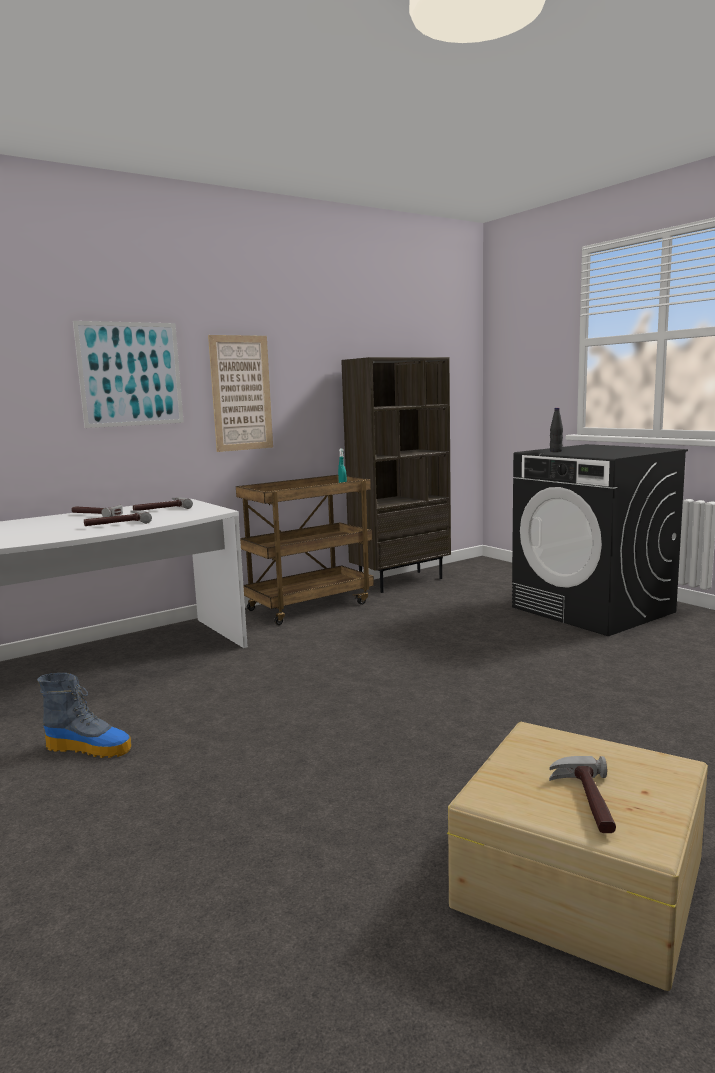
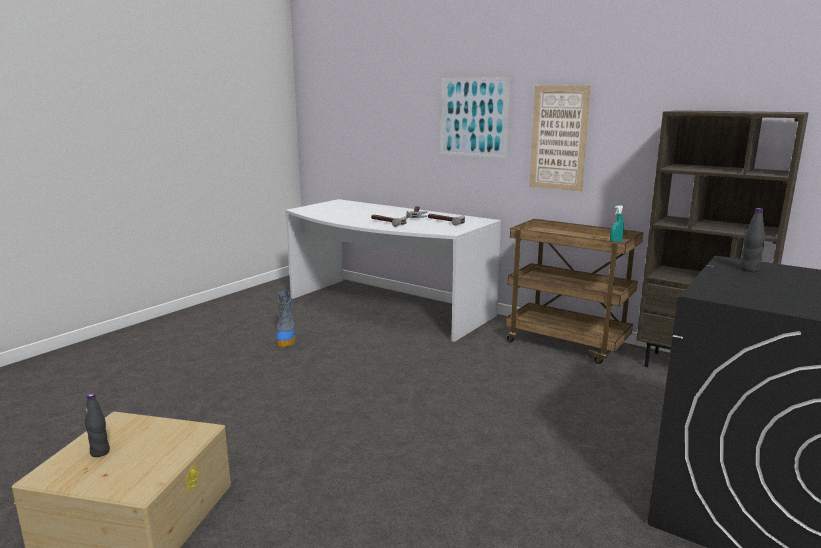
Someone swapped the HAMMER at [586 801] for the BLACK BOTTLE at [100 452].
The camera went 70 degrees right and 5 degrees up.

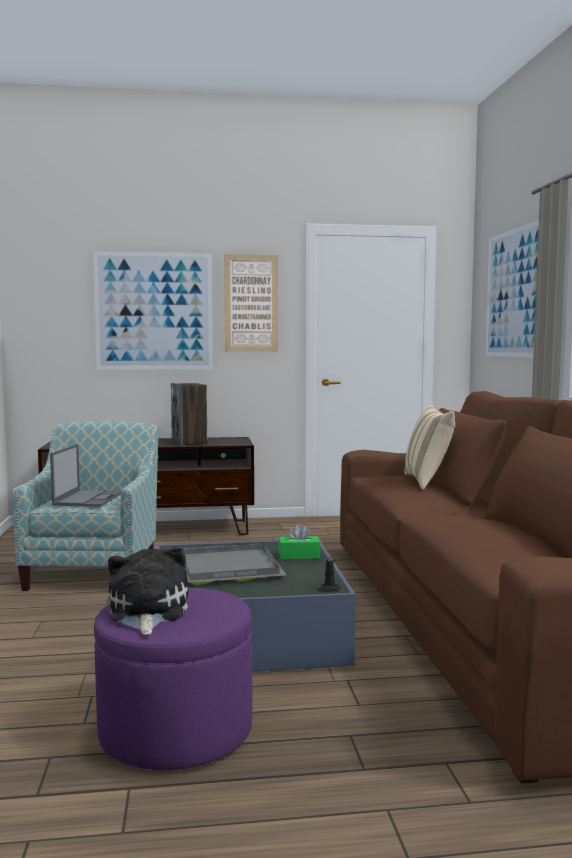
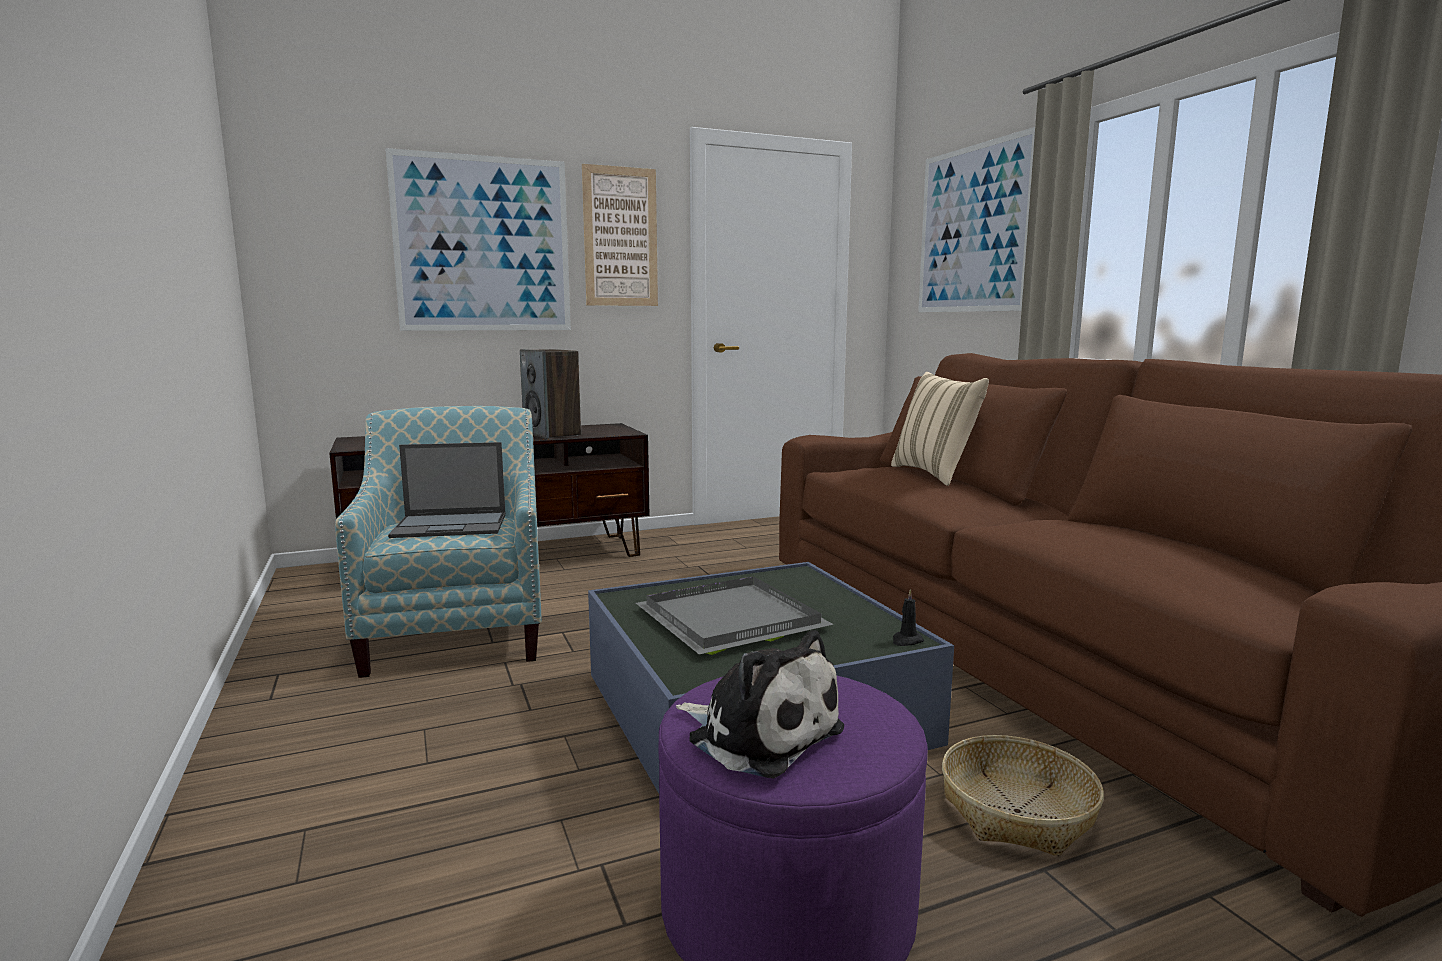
Someone rotated the LAPTOP at [88 498] by 90 degrees clockwise.
Someone rotated the PLUSH TOY at [147 612] by 150 degrees clockwise.
Someone took away the GREEN TISSUE BOX at [299 556].
Someone put down the BASKET at [1017 812].
The camera went 15 degrees left and 5 degrees up.

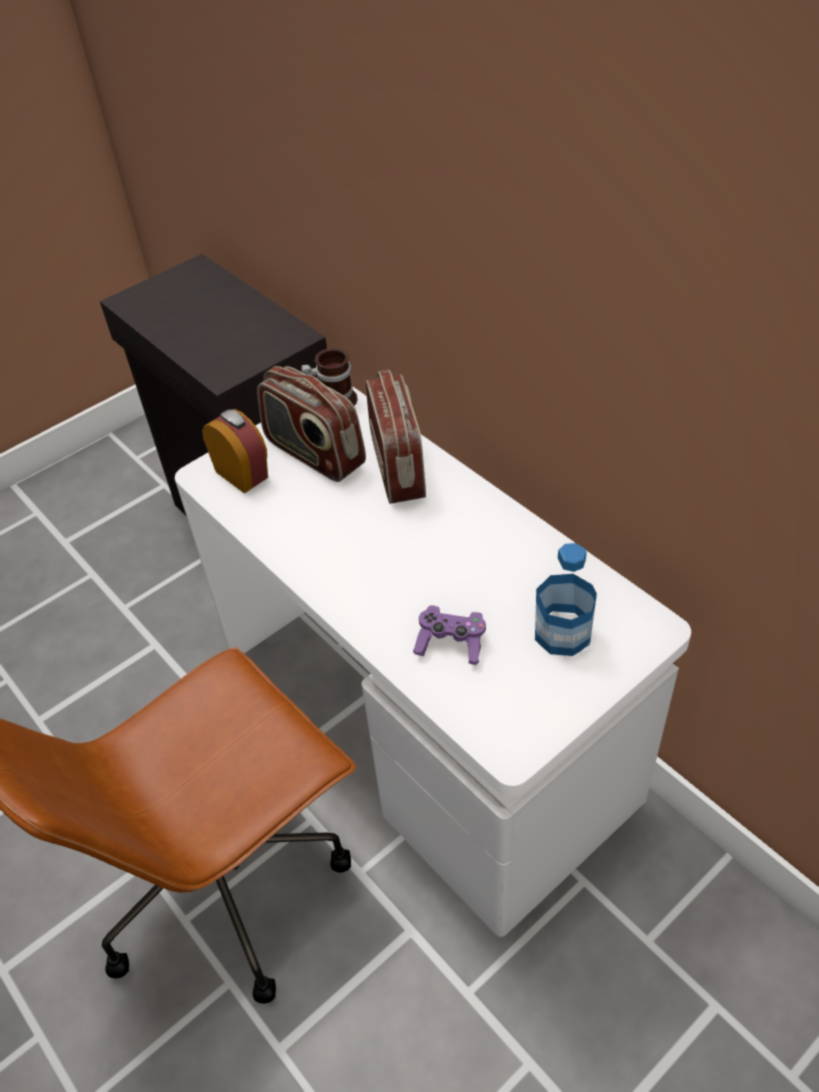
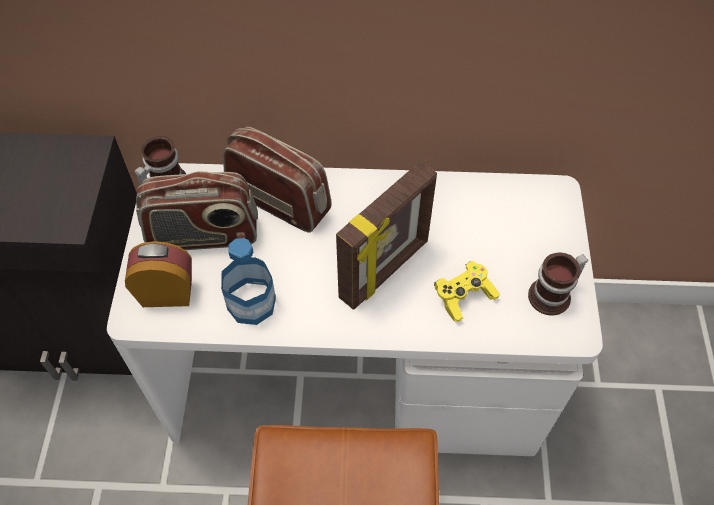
Someone repainted the PURPLE GAME CONTROLLER at [451 643], which became the YELLOW GAME CONTROLLER at [464 296].
Someone carried the BOTTLE from [562 633] to [251 303].
Someone put down the PICTURE FRAME at [385 270].
Someone put down the MUG at [554 296].
The camera went 50 degrees left and 10 degrees up.

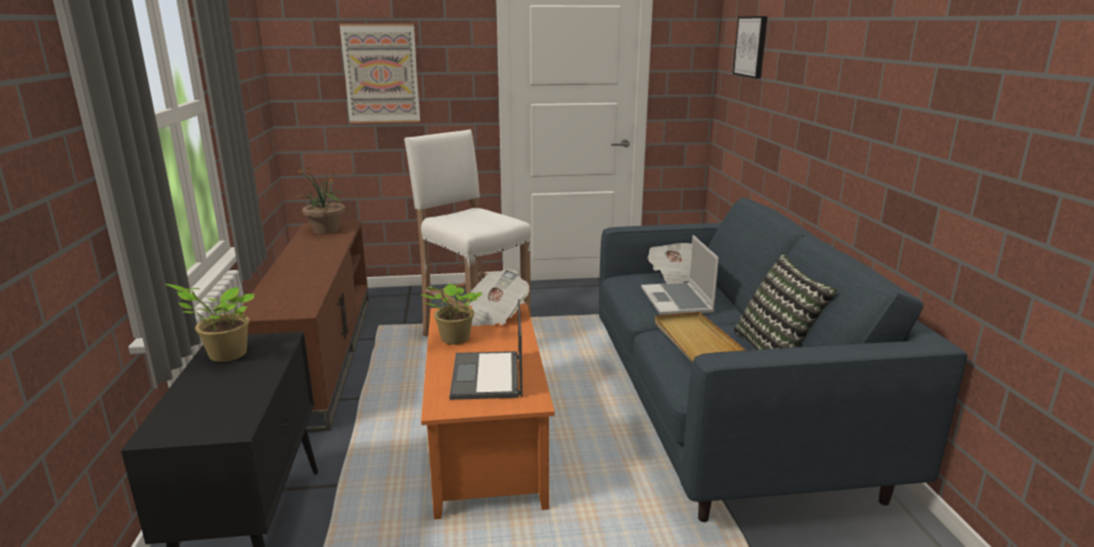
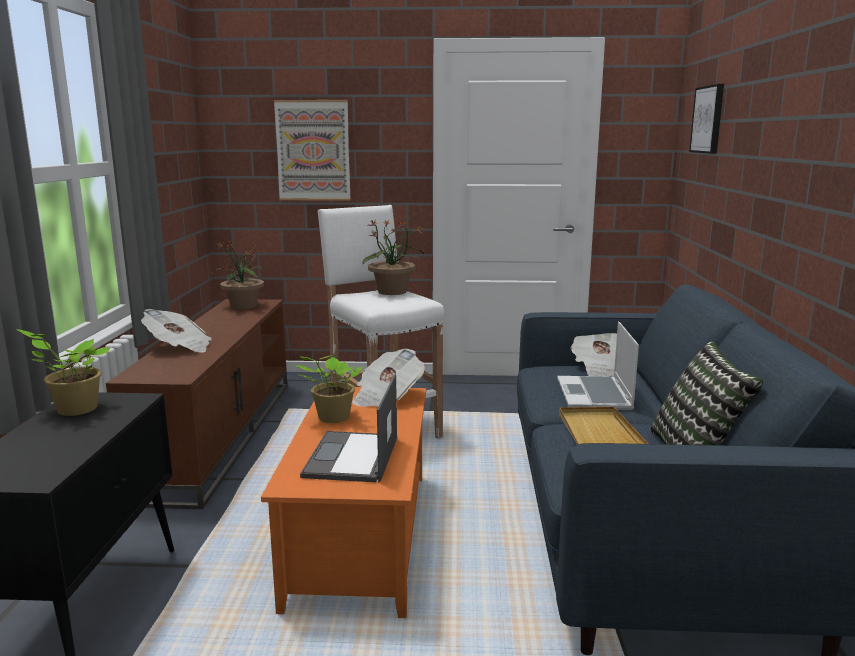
Someone put down the NEWSPAPER at [179 347].
Someone put down the POTTED PLANT at [393 292].
The camera went 10 degrees right and 5 degrees down.

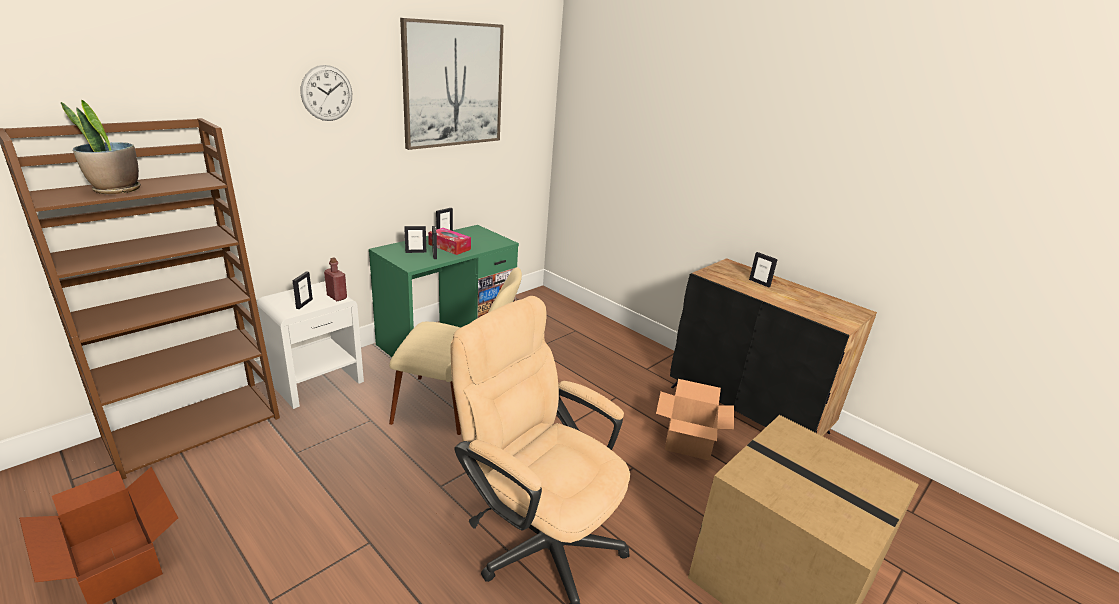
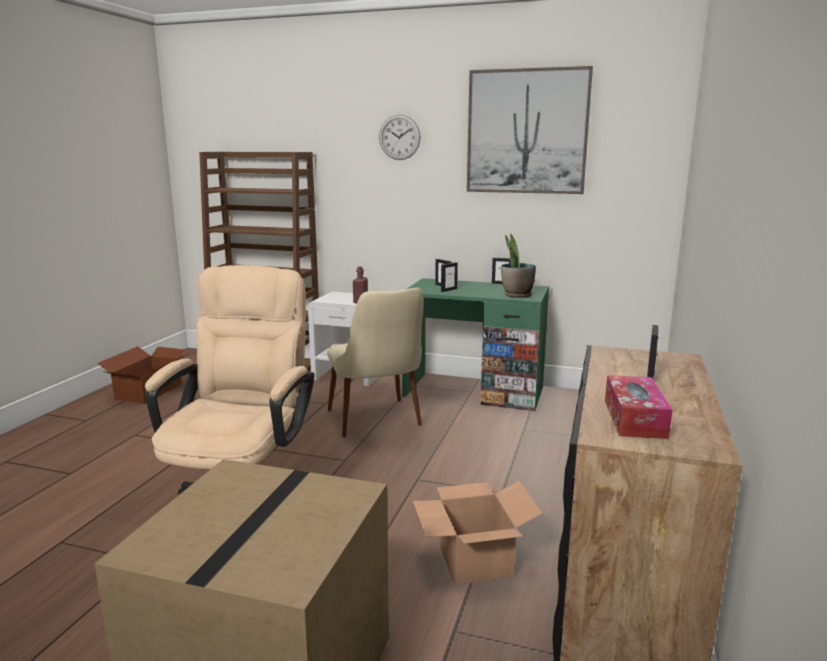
Someone carried the POTTED PLANT from [115 190] to [517 295].
Someone took away the PICTURE FRAME at [304 304].
Someone carried the TISSUE BOX from [449 247] to [634 418].
The camera went 65 degrees right and 10 degrees down.

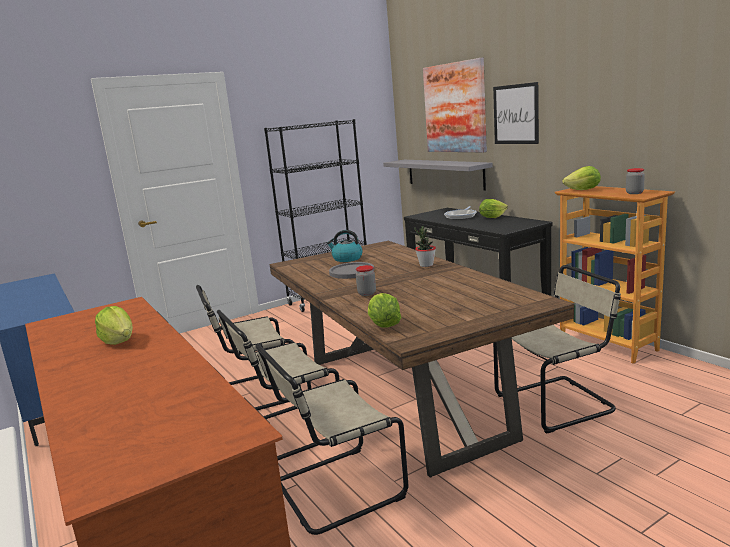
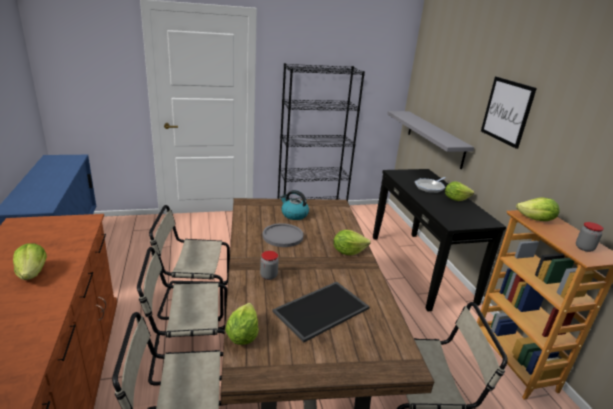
Someone swapped the POTTED PLANT at [426 265] for the LETTUCE at [348 252].
Someone took away the PICTURE at [455 108].
Someone put down the TRAY at [321 309].
The camera went 15 degrees right and 10 degrees up.

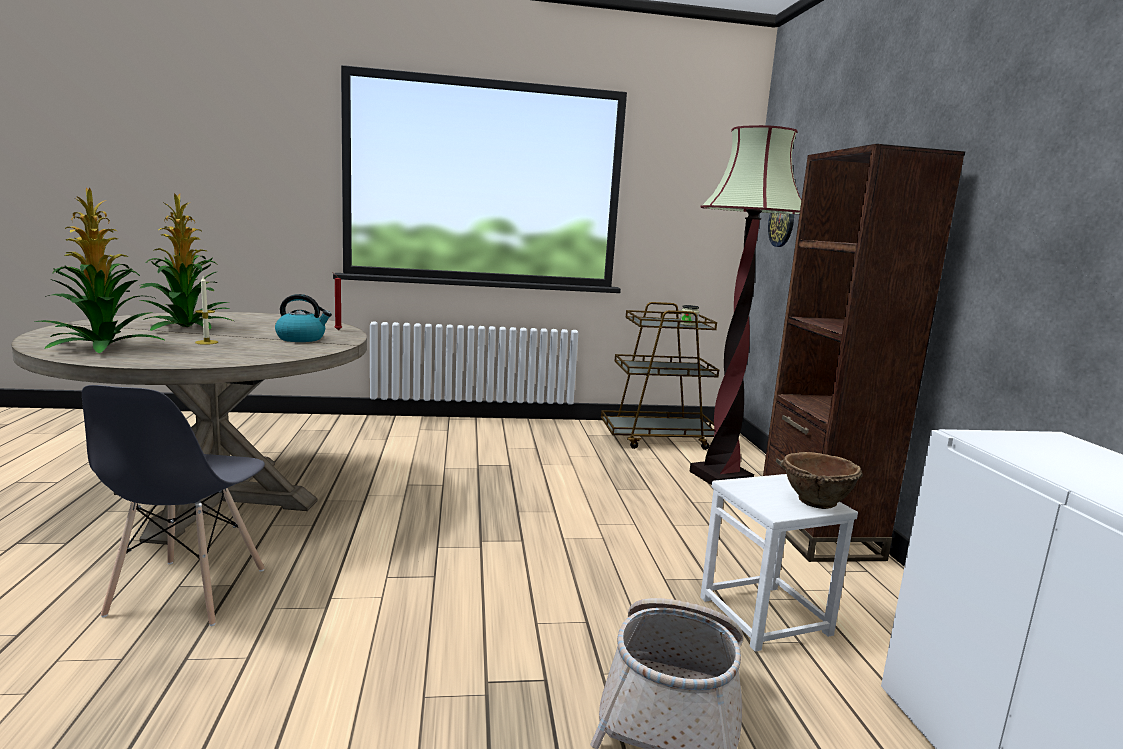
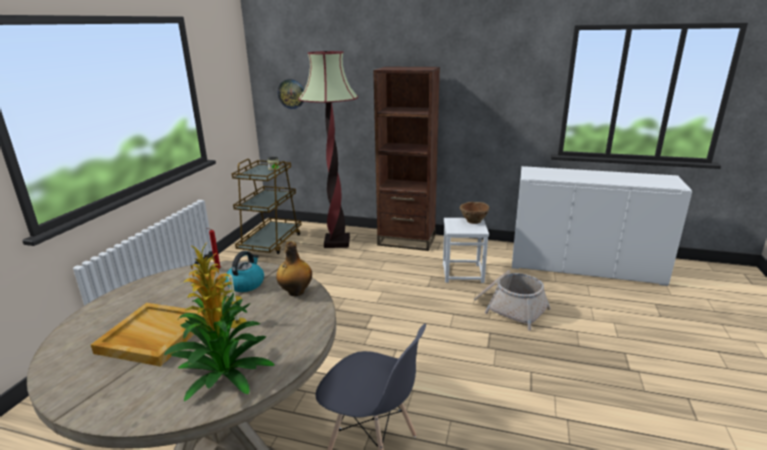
Someone swapped the POTTED PLANT at [187 327] for the BEIGE TRAY at [152 336].
Someone put down the BOTTLE at [295 292].
The camera went 65 degrees left and 10 degrees up.

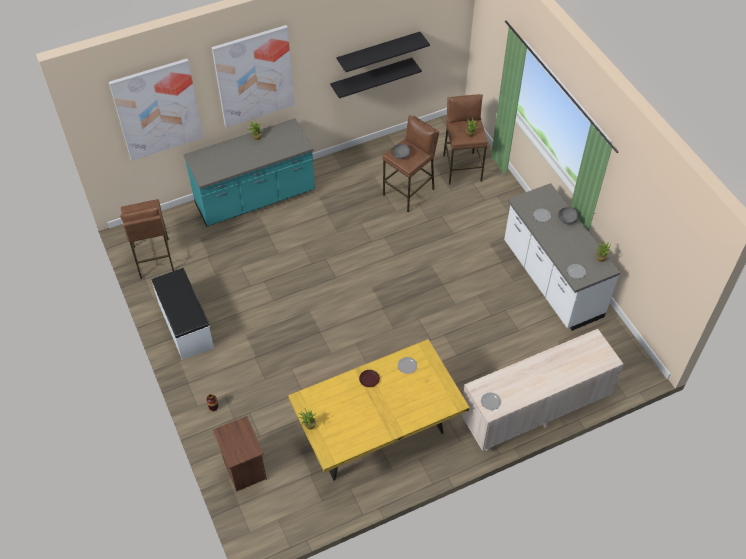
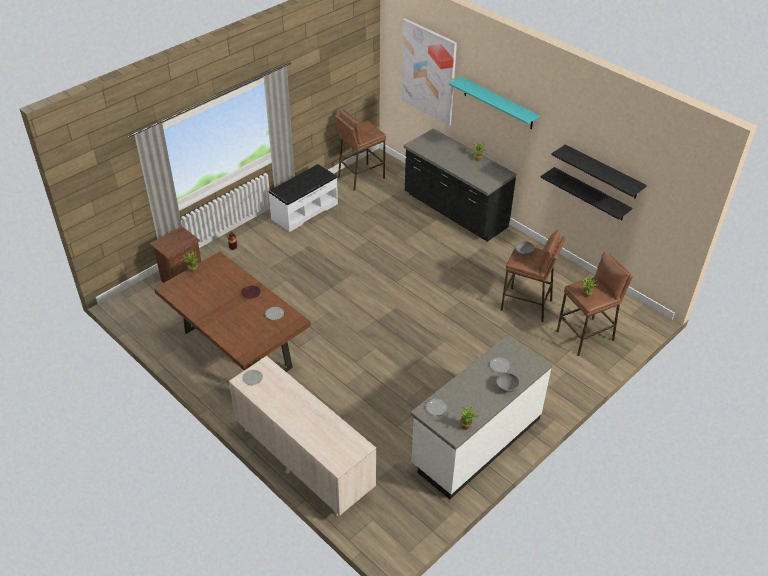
Someone repainted the TURQUOISE COUNTER at [255 199], which became the BLACK COUNTER at [454 212].
Someone swapped the PICTURE at [254 76] for the TURQUOISE SHELF at [498 103].
Someone repainted the YELLOW DINING TABLE at [378 434], which became the BROWN DINING TABLE at [238 350].
The camera went 70 degrees right and 10 degrees down.

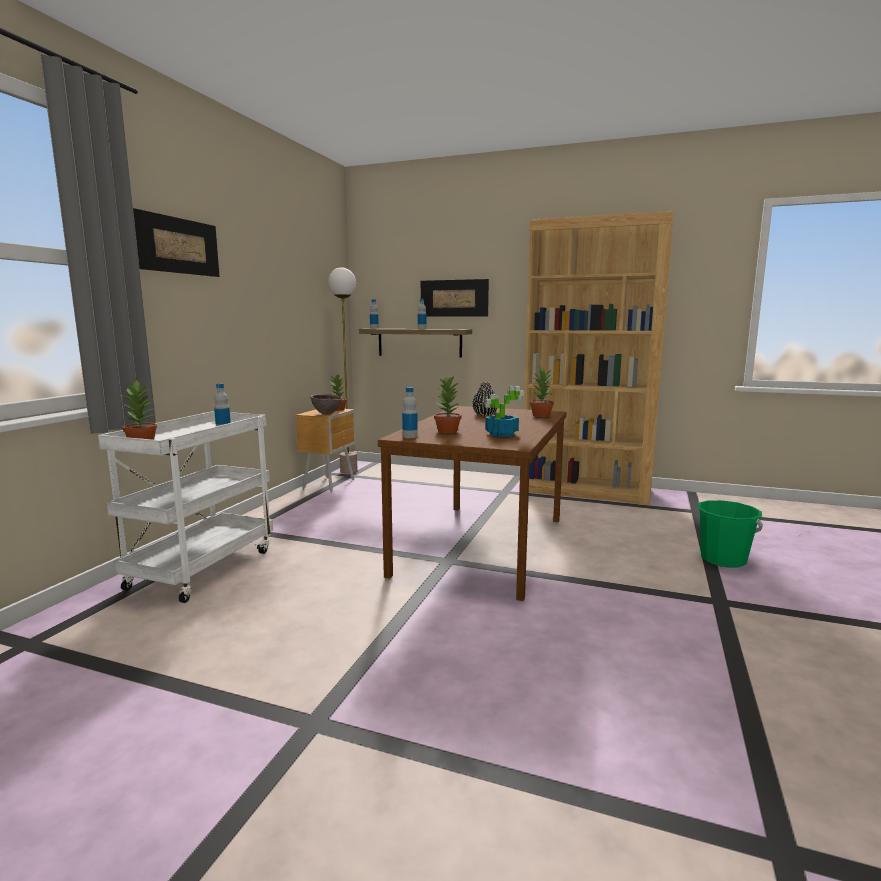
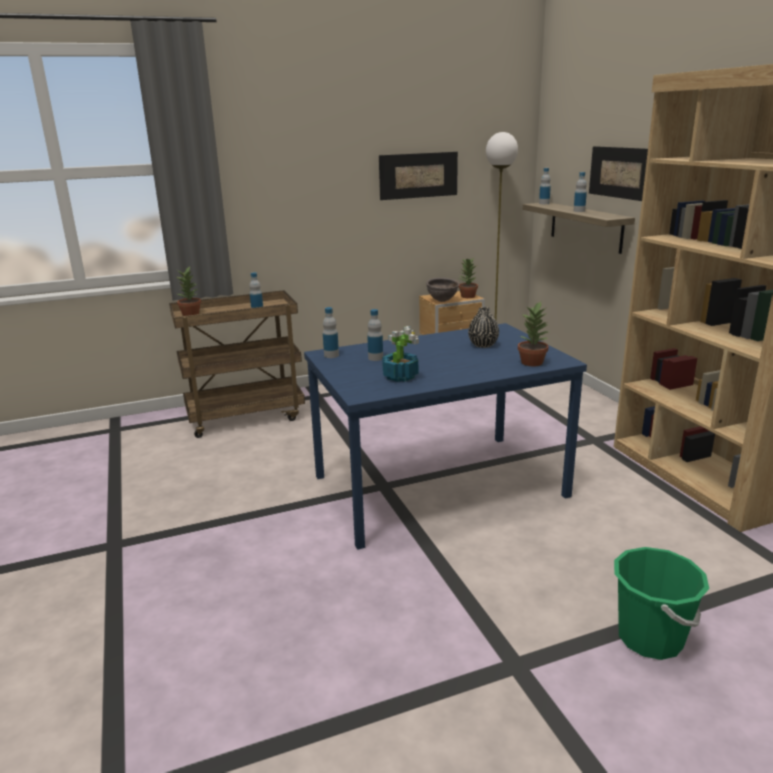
Someone repainted the WHITE CART at [203 567], which became the BROWN CART at [246 416].
Someone carried the PICTURE from [178 245] to [418 175].
Someone repainted the BROWN DINING TABLE at [481 544], which became the BLUE DINING TABLE at [439 485].
Someone swapped the POTTED PLANT at [447 431] for the BOTTLE at [375 358].
The camera went 50 degrees right and 10 degrees up.

